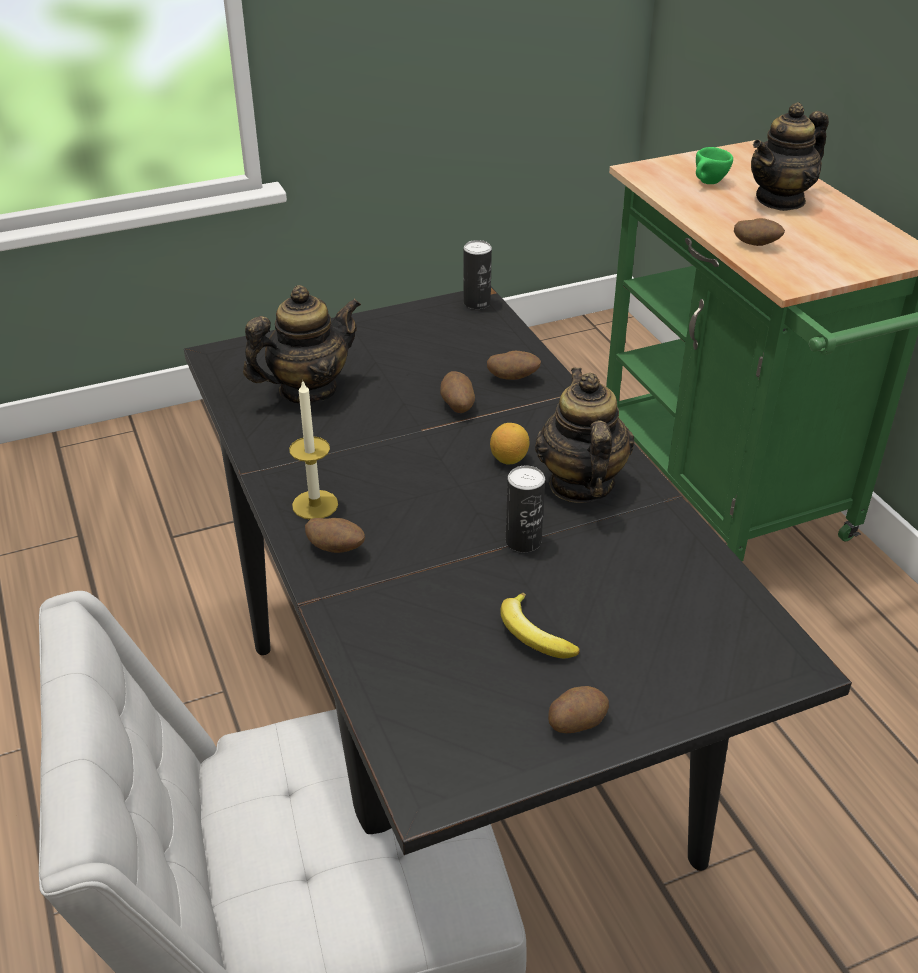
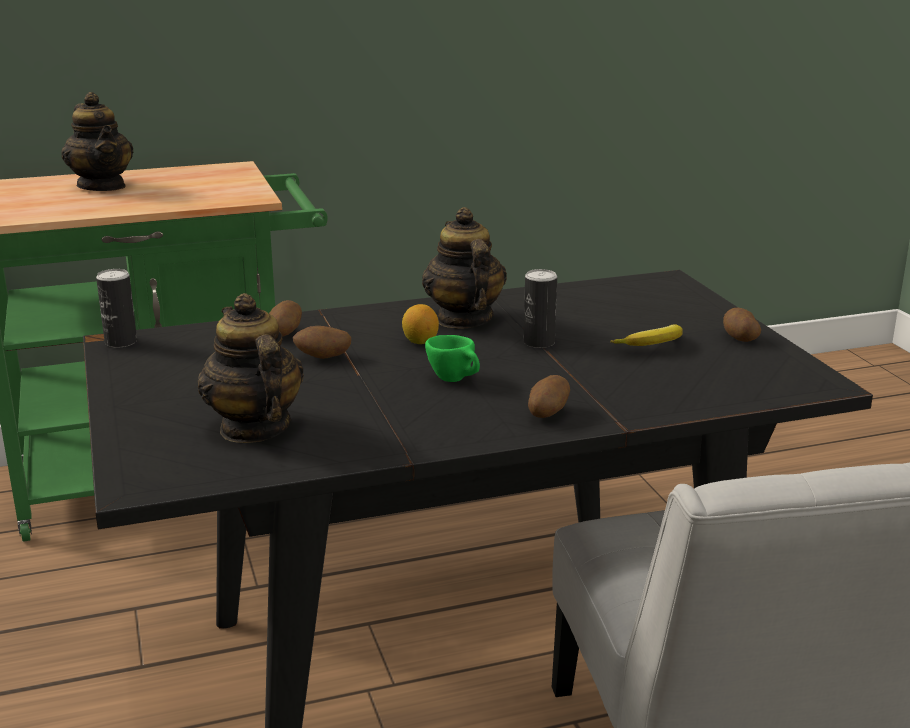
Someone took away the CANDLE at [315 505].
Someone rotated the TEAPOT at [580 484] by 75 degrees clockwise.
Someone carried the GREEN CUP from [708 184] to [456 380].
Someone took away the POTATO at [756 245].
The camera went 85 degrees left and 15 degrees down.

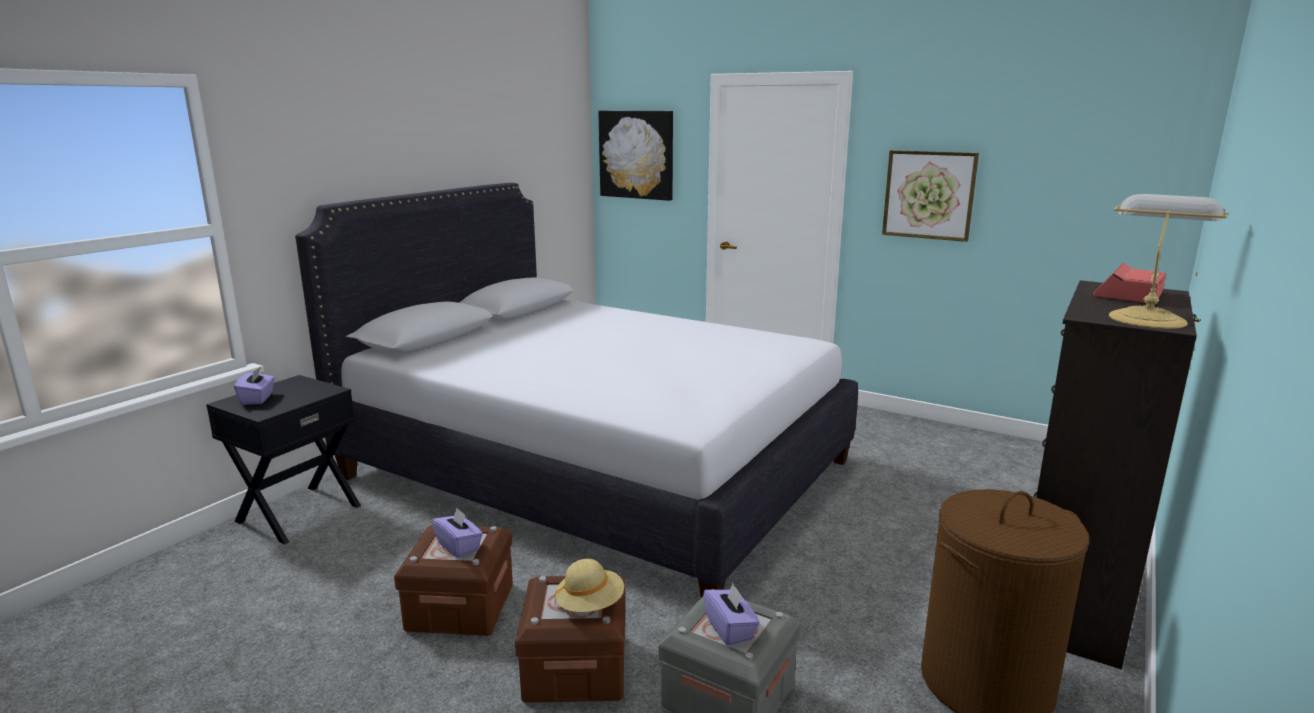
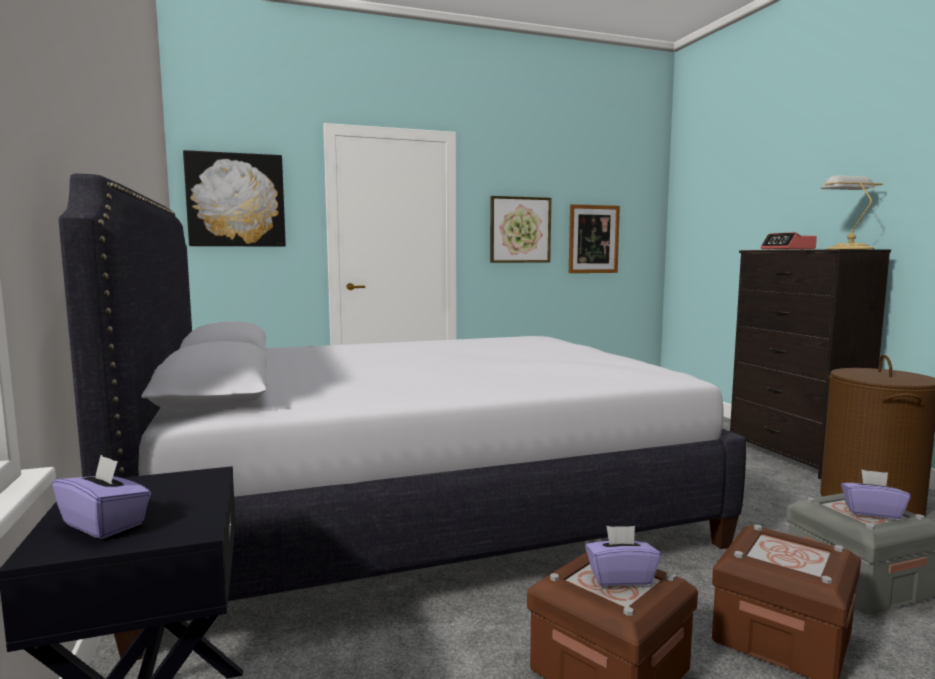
Someone took away the BEIGE HAT at [590 605].
Someone put up the PICTURE at [593 239].
The camera went 50 degrees left and 10 degrees down.

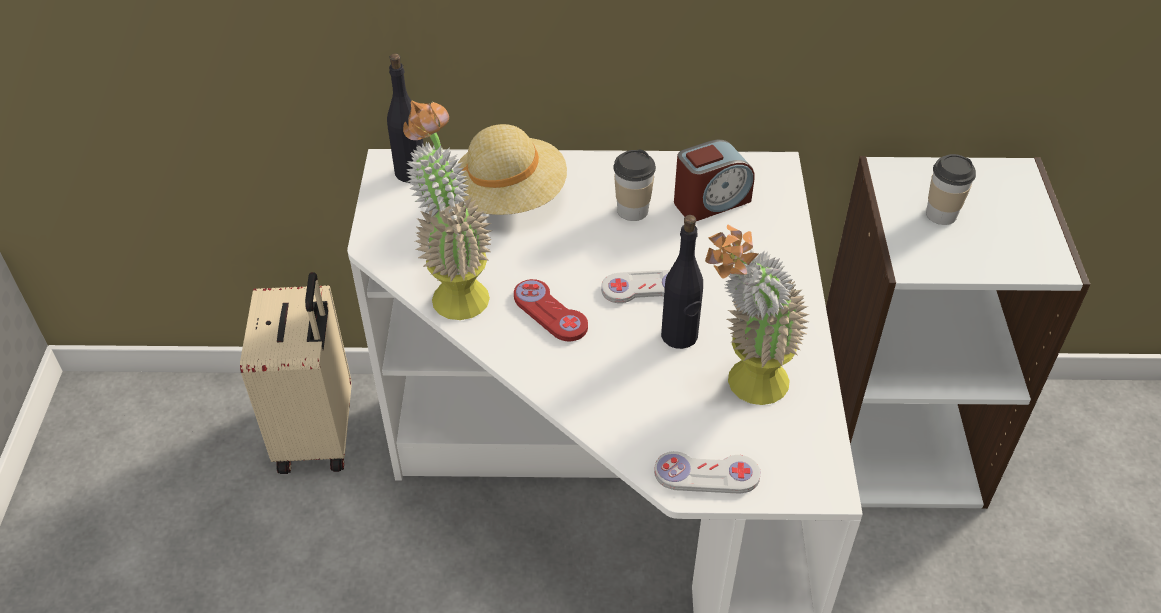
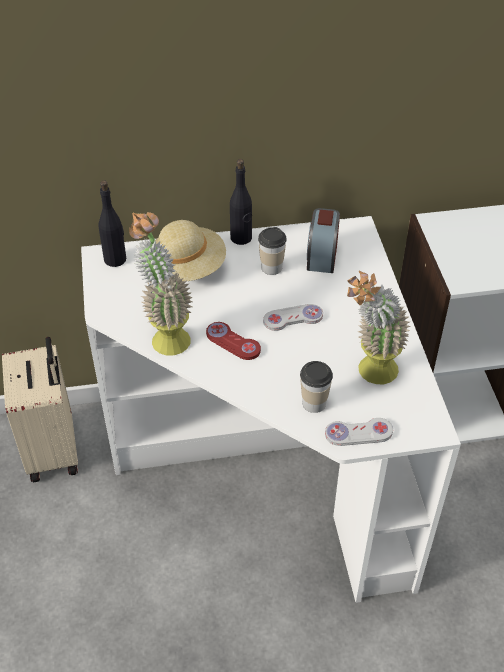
Someone carried the BLACK BOTTLE from [679 336] to [241 238].
Someone rotated the ALARM CLOCK at [711 201] by 135 degrees clockwise.
Someone carried the CUP from [941 214] to [314 403].
The camera went 10 degrees left and 0 degrees up.

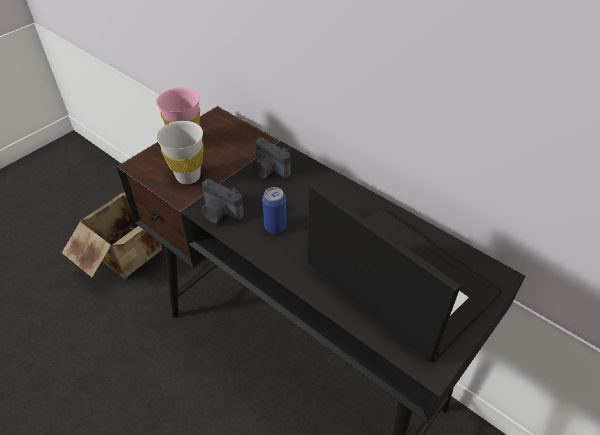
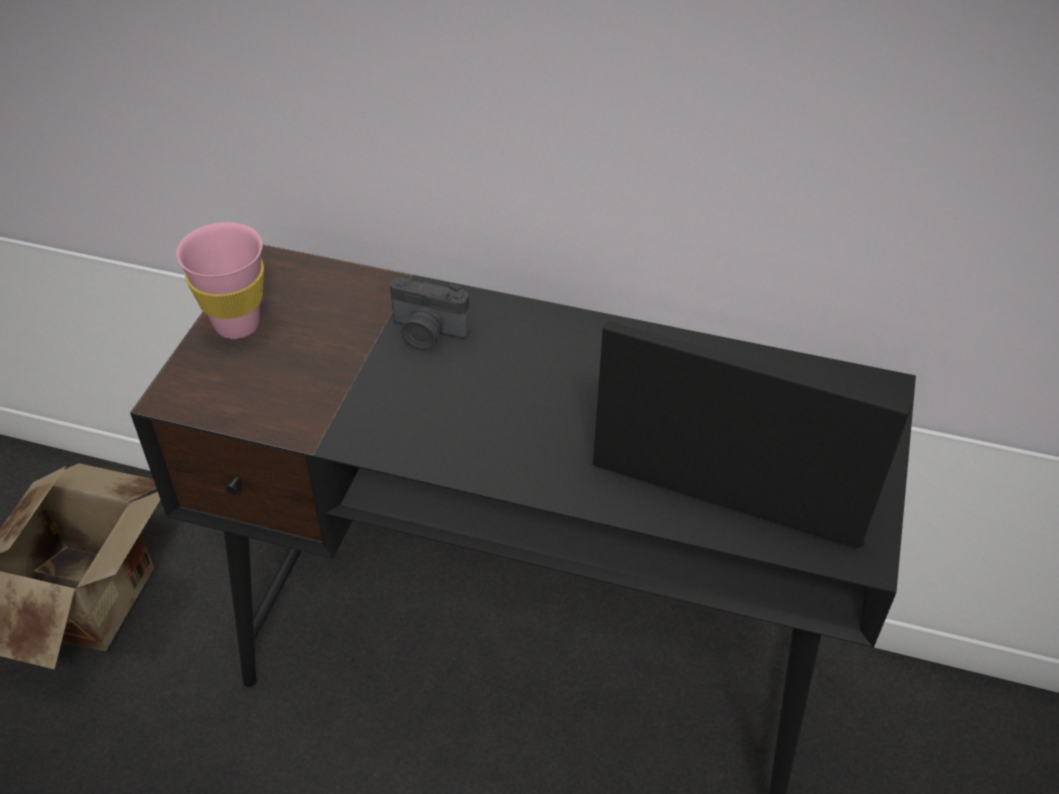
Someone took away the WHITE CUP at [188 177].
Someone took away the PHOTO CAMERA at [220 213].
Someone took away the CAN at [275 226].
The camera went 25 degrees left and 0 degrees up.

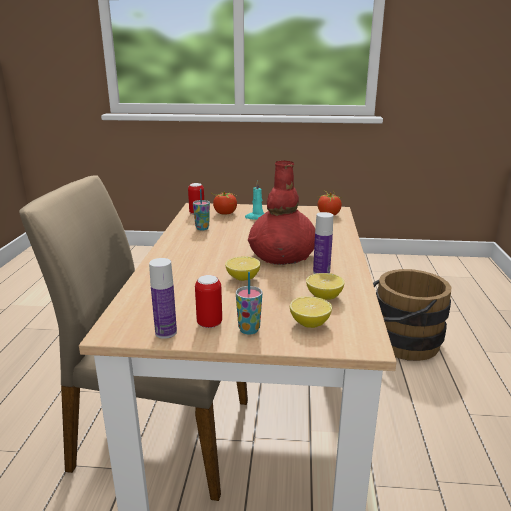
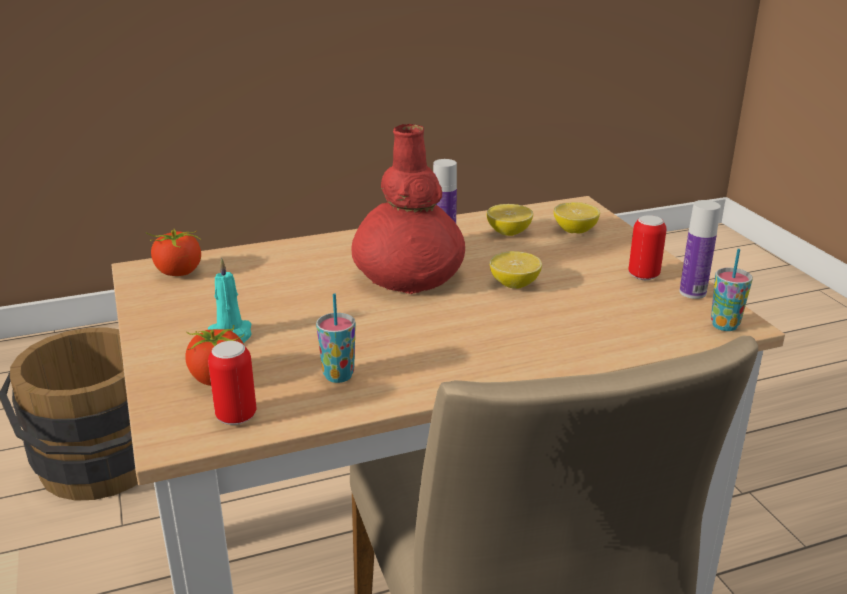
Someone carried the CUP from [249 330] to [724 325].
The camera went 115 degrees left and 5 degrees up.

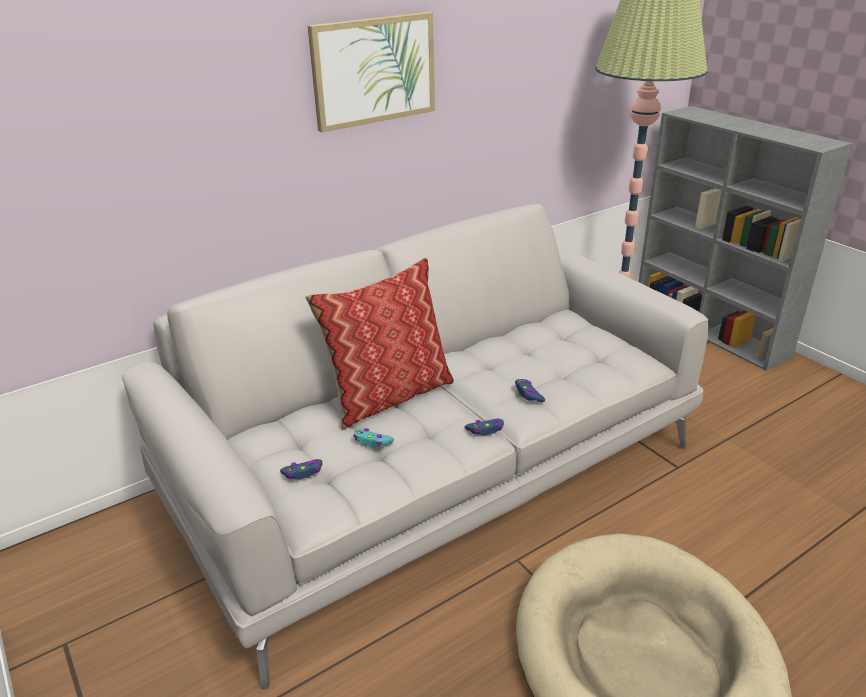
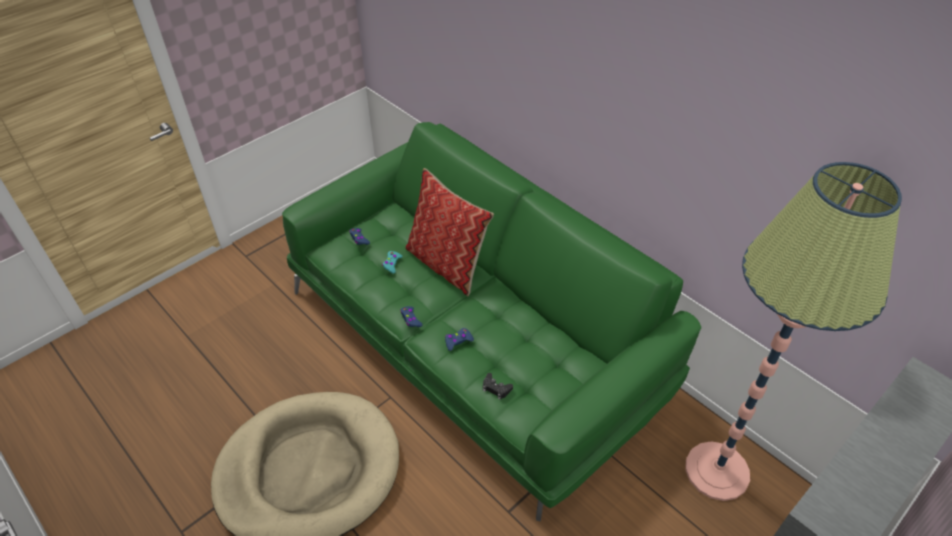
Someone repainted the GREY SOFA at [435 469], which became the GREEN SOFA at [475 341].
Someone took away the PICTURE at [373 70].
Someone put down the BLACK GAME CONTROLLER at [496 388].
The camera went 80 degrees right and 15 degrees up.

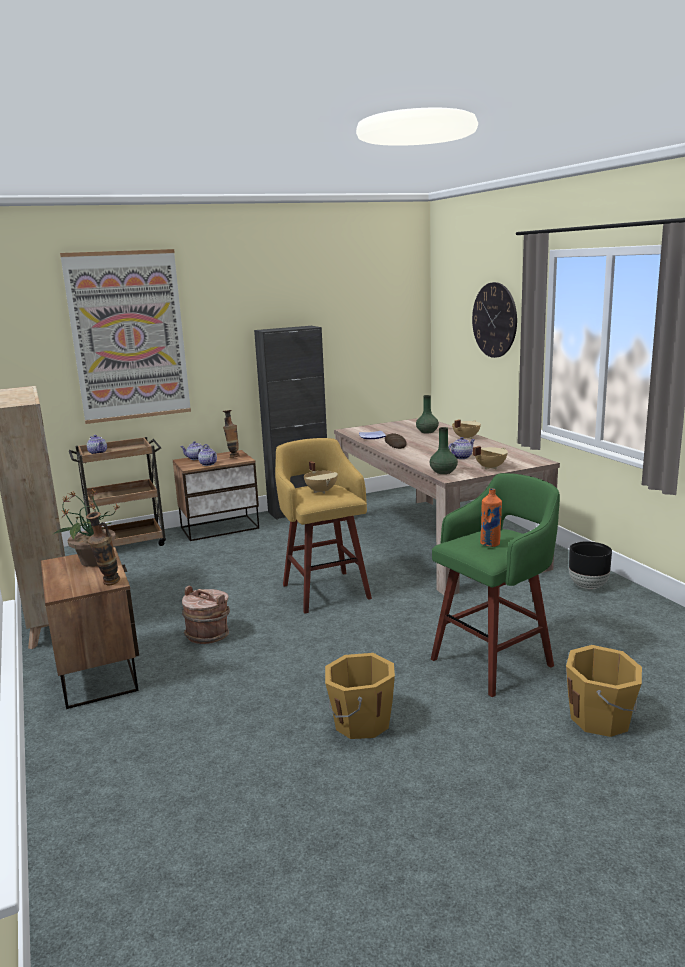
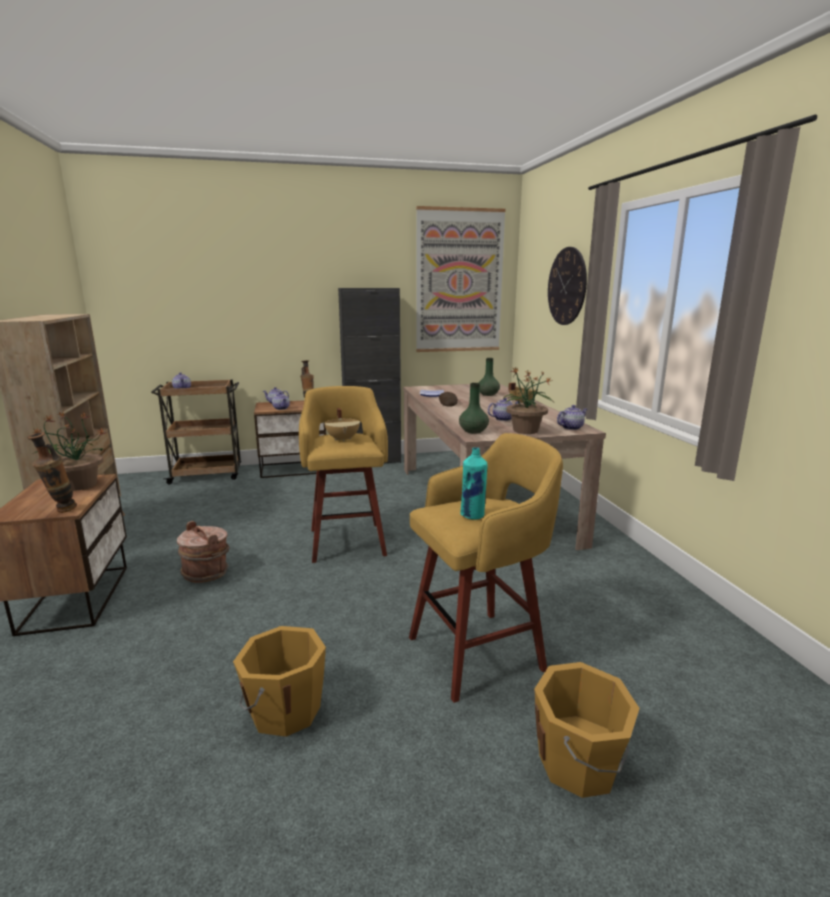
Someone carried the PICTURE from [129 336] to [459 281].
Someone repainted the GREEN STOOL at [494 661], which became the YELLOW STOOL at [479 652].
Someone swapped the BEIGE COOKING POT at [489 467] for the POTTED PLANT at [525 431].
Someone repainted the ORANGE BOTTLE at [490 544], which became the TURQUOISE BOTTLE at [472 515].
Someone took away the BLACK PLANTER at [588 586].
Someone put down the TEAPOT at [571 427].
The camera went 10 degrees right and 0 degrees up.

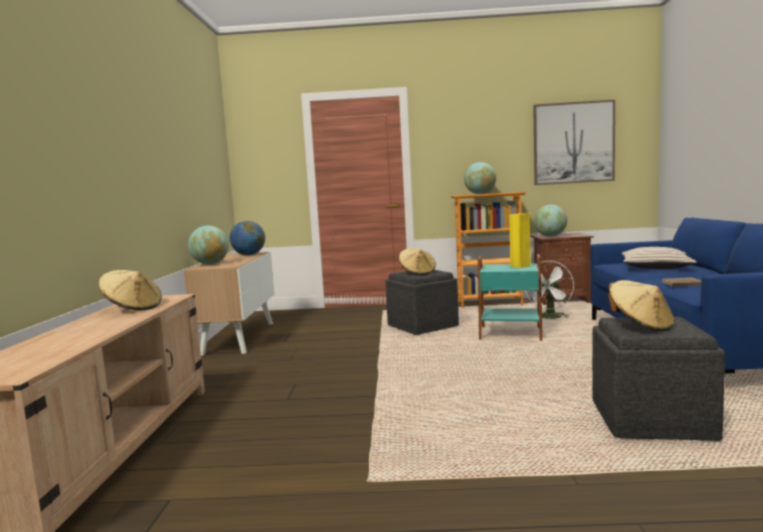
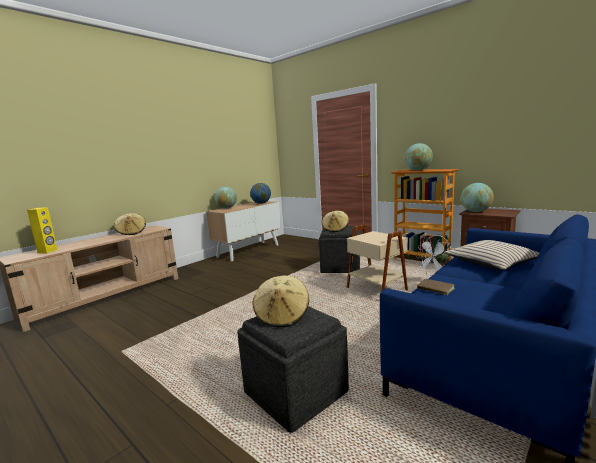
Someone repainted the TURQUOISE SIDE TABLE at [510 333], which became the BEIGE SIDE TABLE at [377 288].
Someone carried the YELLOW SPEAKER from [520 266] to [48 251].
Someone took away the PICTURE at [573 143].
The camera went 40 degrees right and 5 degrees up.

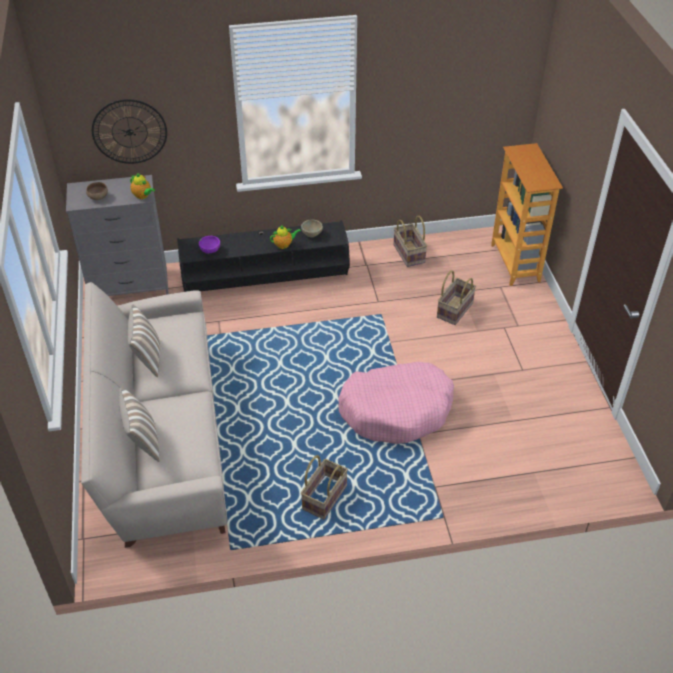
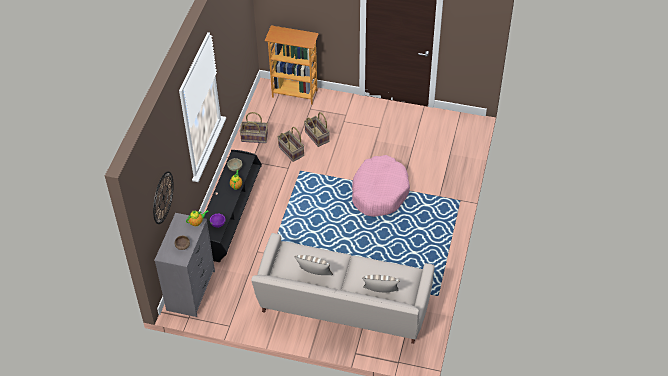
Someone carried the BASKET from [324 497] to [290 151].
The camera went 65 degrees left and 5 degrees up.

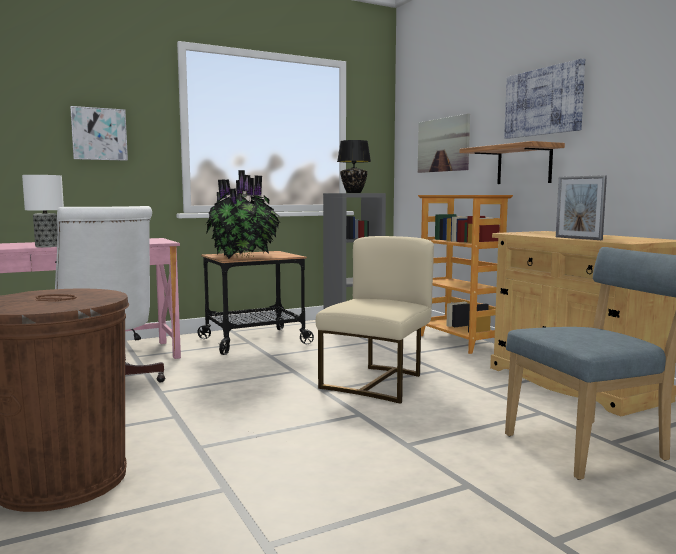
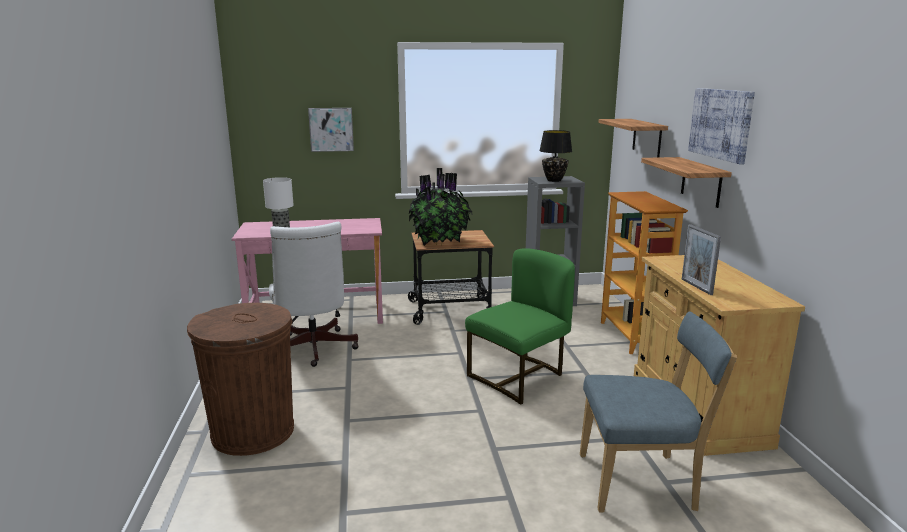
Someone repainted the BEIGE CHAIR at [377 383], which became the GREEN CHAIR at [519 377].
Someone swapped the PICTURE at [443 145] for the SHELF at [647 137].
The camera went 20 degrees right and 10 degrees up.

